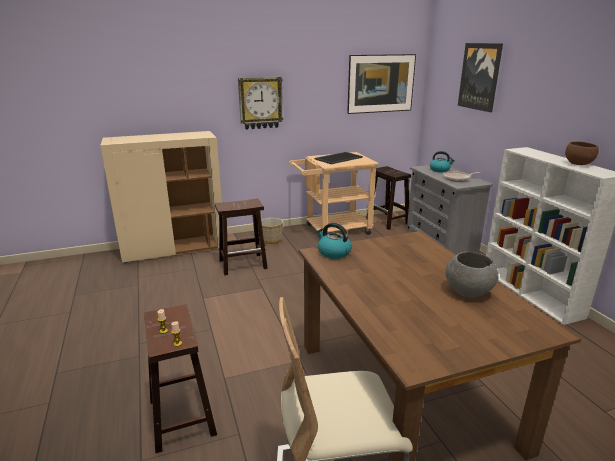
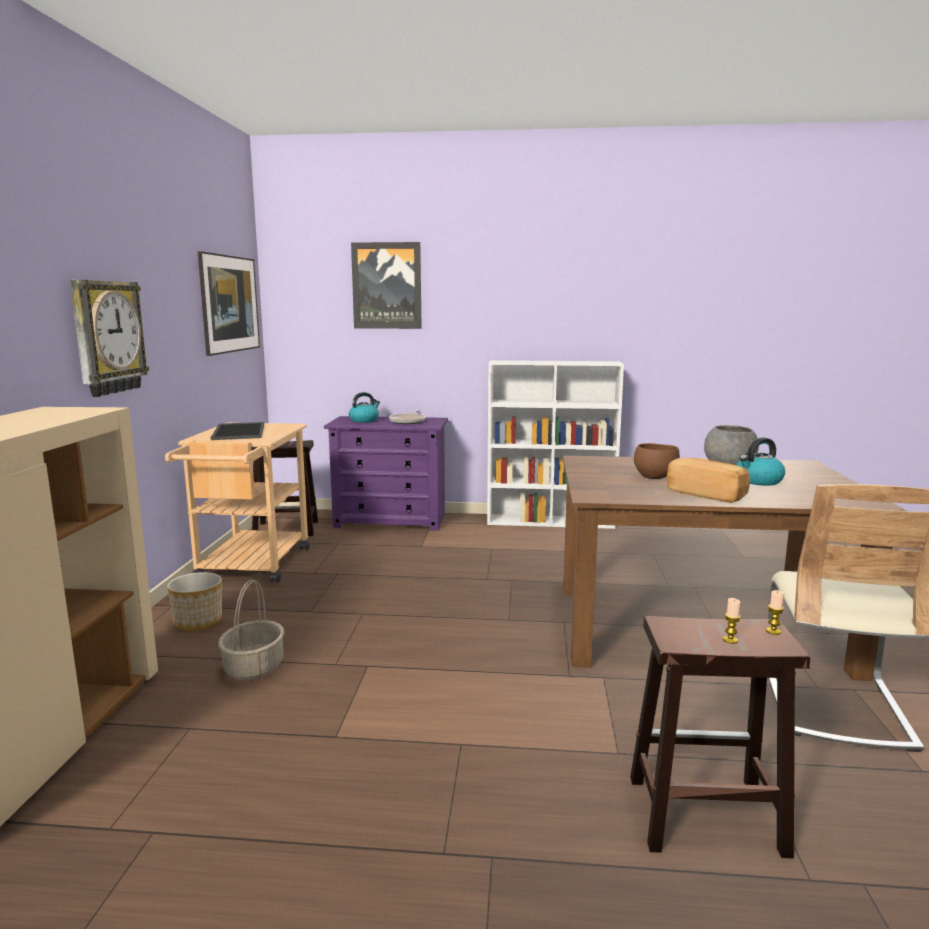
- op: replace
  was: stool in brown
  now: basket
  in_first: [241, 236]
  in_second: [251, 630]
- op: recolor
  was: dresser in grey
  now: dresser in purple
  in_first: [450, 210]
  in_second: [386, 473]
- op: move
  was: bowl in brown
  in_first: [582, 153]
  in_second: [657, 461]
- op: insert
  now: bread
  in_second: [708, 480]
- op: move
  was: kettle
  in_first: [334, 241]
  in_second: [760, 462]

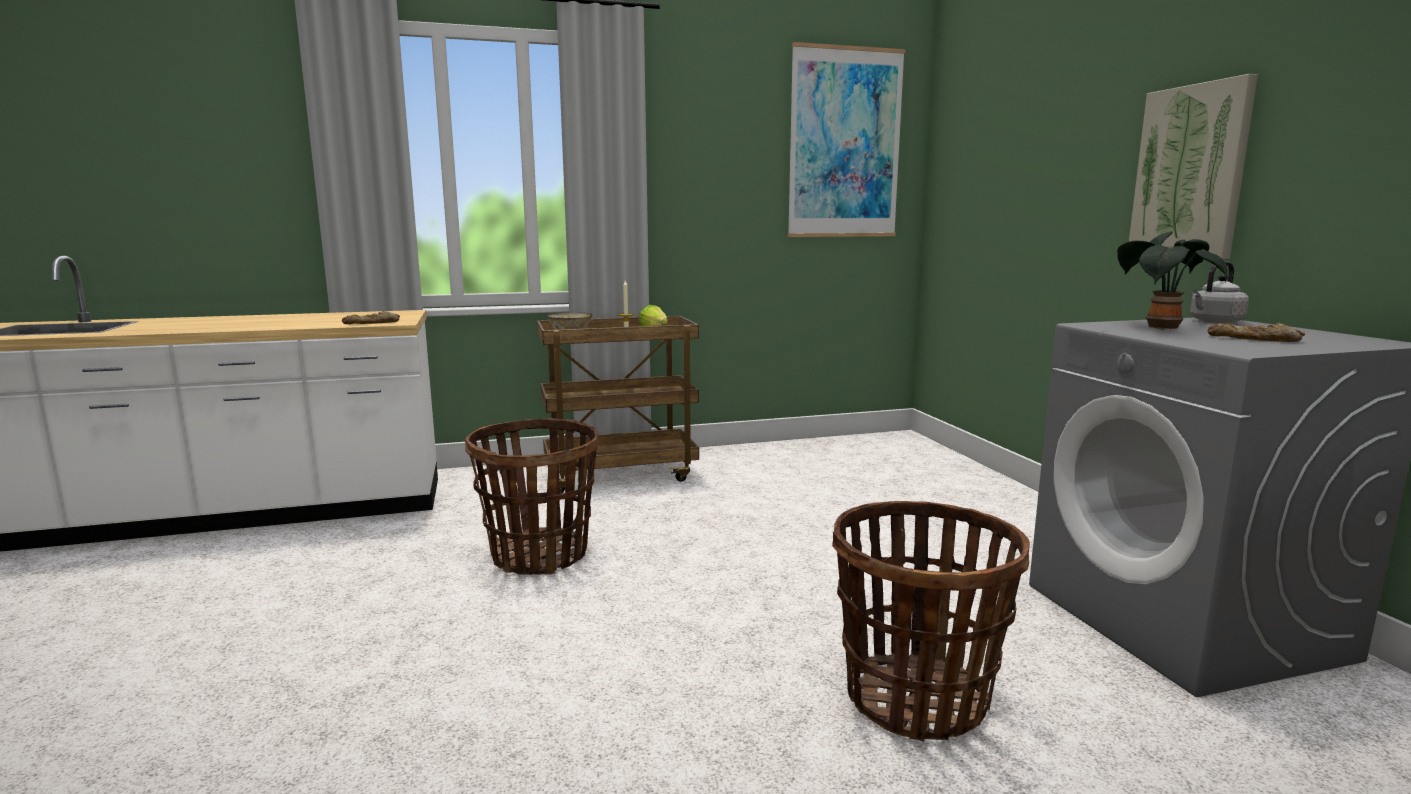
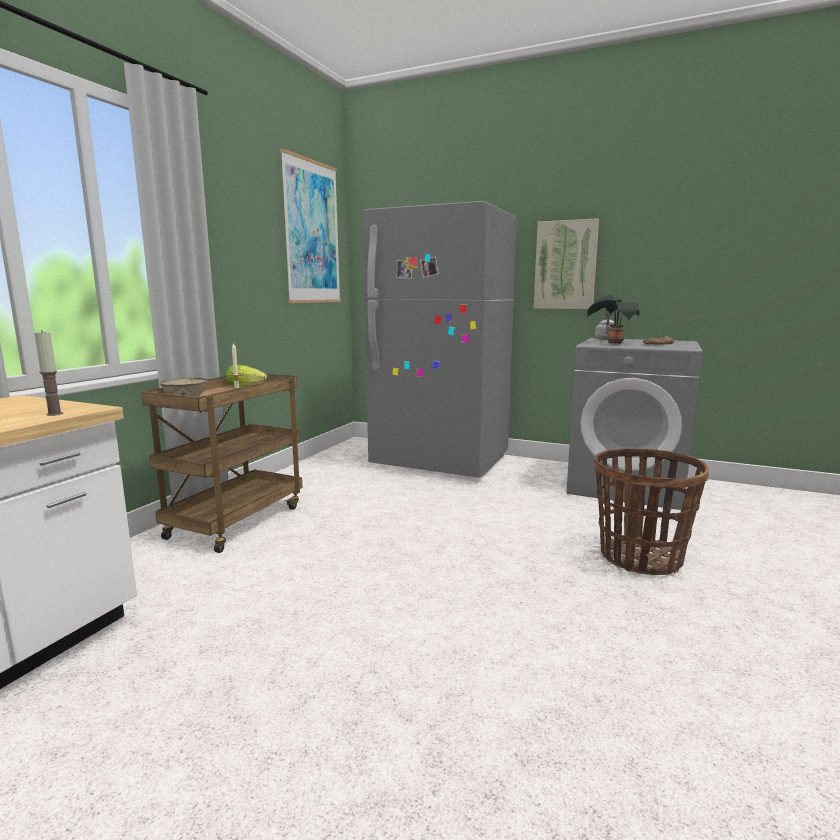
- op: replace
  was: bread
  now: candle
  in_first: [371, 317]
  in_second: [48, 373]
- op: insert
  now: fridge in grey
  in_second: [440, 339]
- op: delete
  was: basket
  in_first: [532, 496]

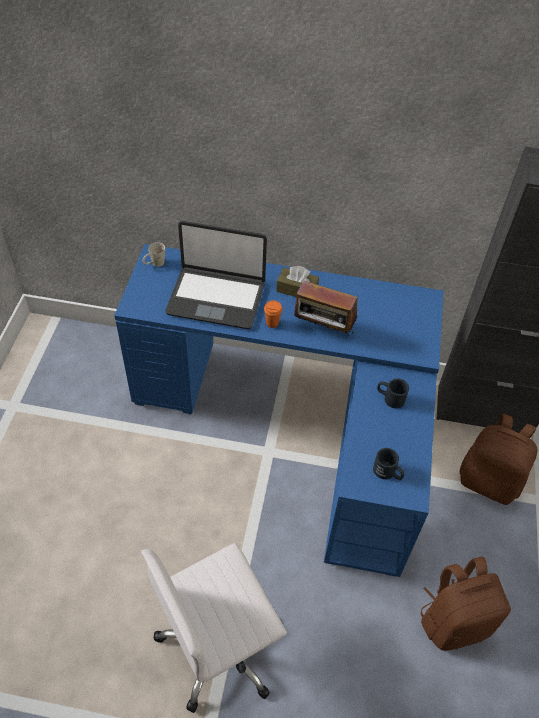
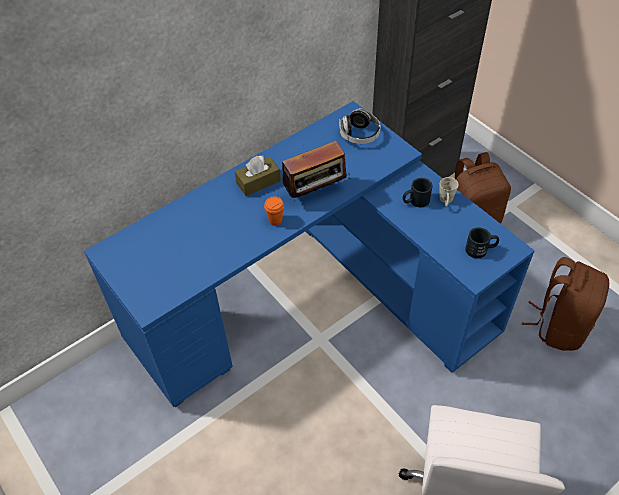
- op: insert
  now: headphones
  in_second: [359, 126]
- op: move
  was: mug in white
  in_first: [153, 254]
  in_second: [449, 192]
- op: delete
  was: laptop
  in_first: [216, 275]

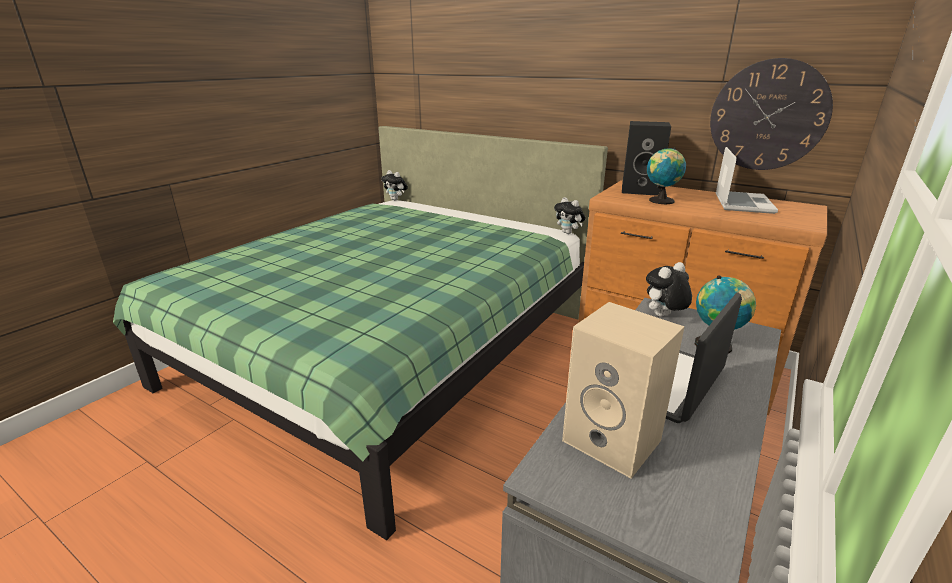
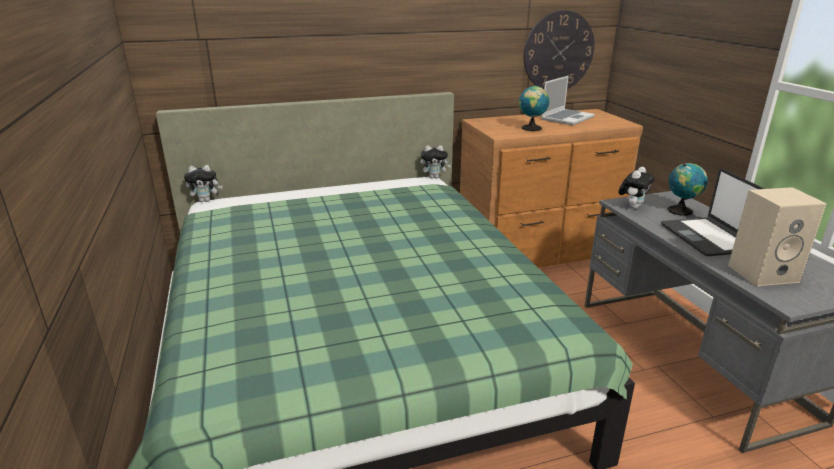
- op: rotate
  was: laptop
  in_first: [746, 180]
  in_second: [568, 100]
  clockwise: 75
- op: rotate
  was: plush toy
  in_first: [669, 289]
  in_second: [636, 188]
  clockwise: -150
- op: delete
  was: speaker in black
  in_first: [646, 158]

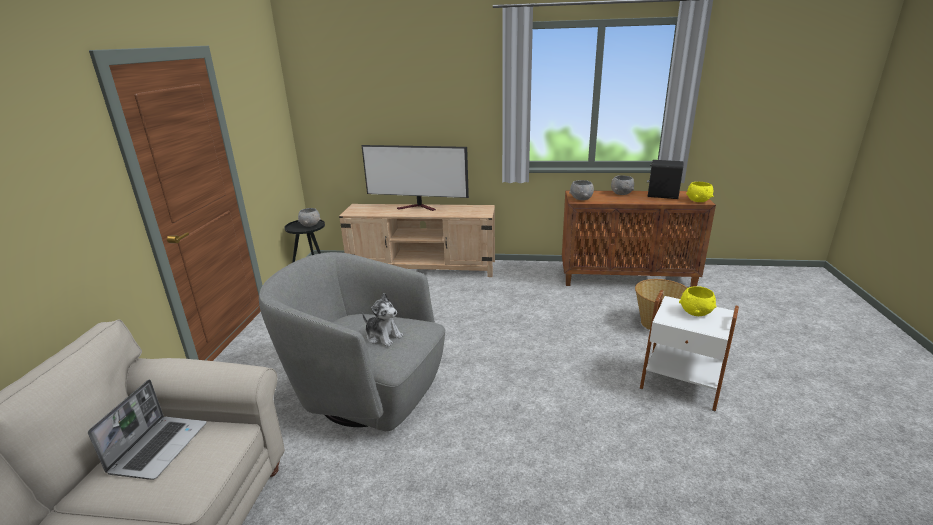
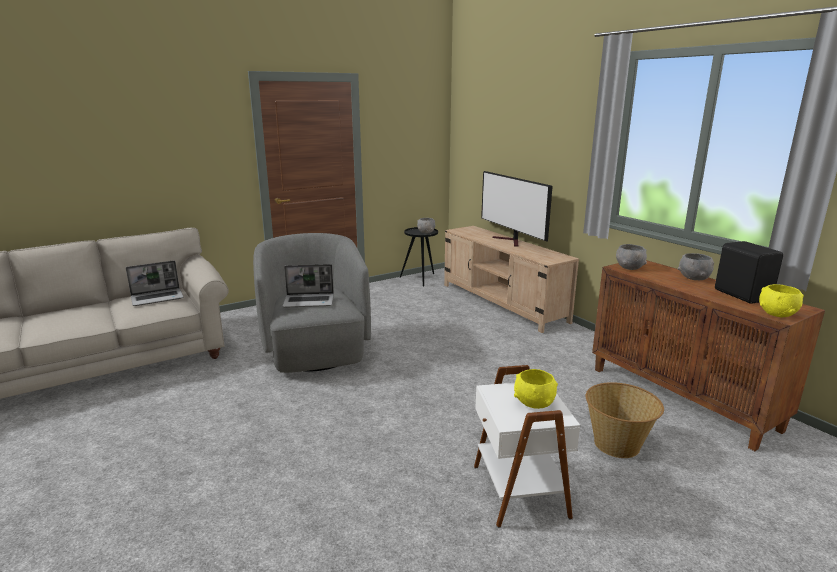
- op: replace
  was: plush toy
  now: laptop
  in_first: [382, 320]
  in_second: [308, 286]

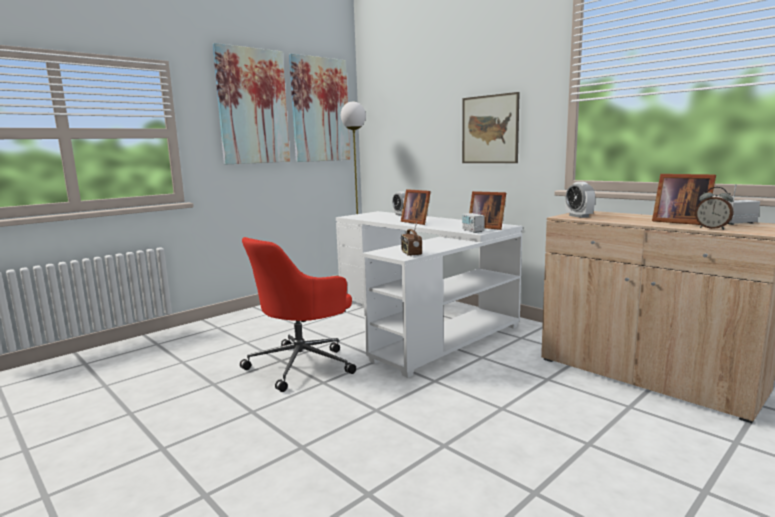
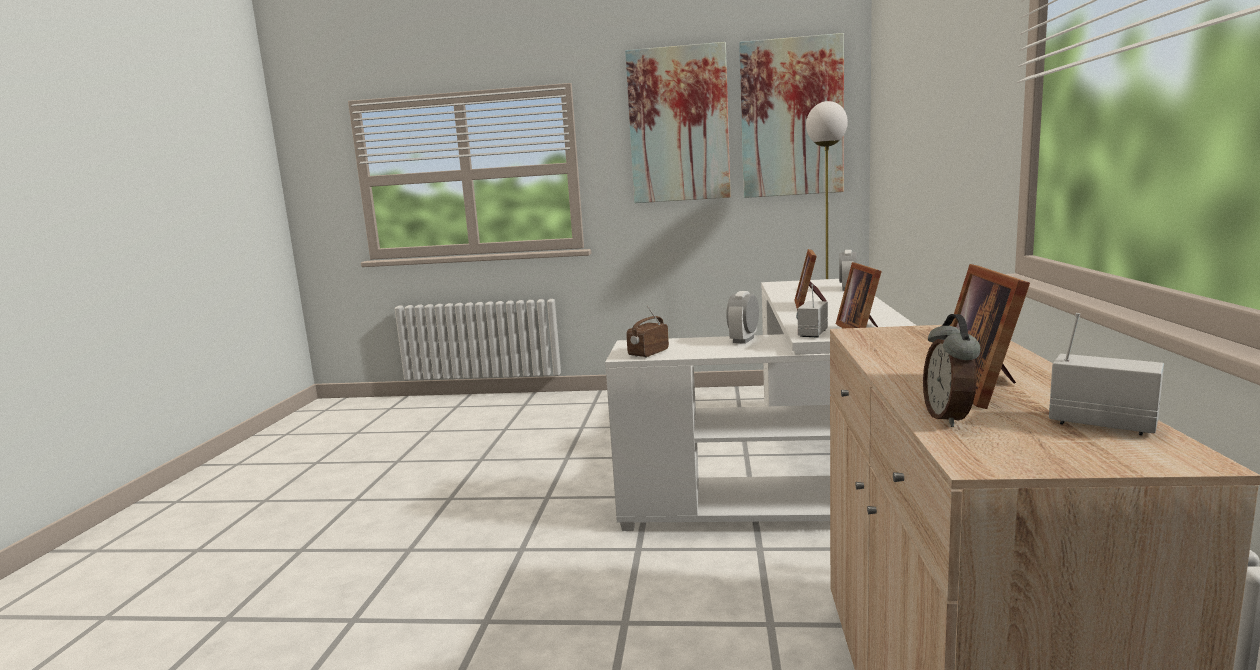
- op: move
  was: alarm clock
  in_first: [580, 200]
  in_second: [742, 317]
- op: delete
  was: office chair in red
  in_first: [298, 314]
- op: delete
  was: picture
  in_first: [491, 127]

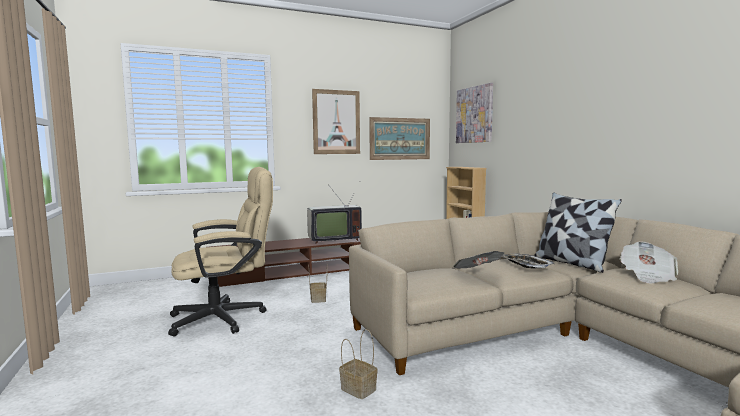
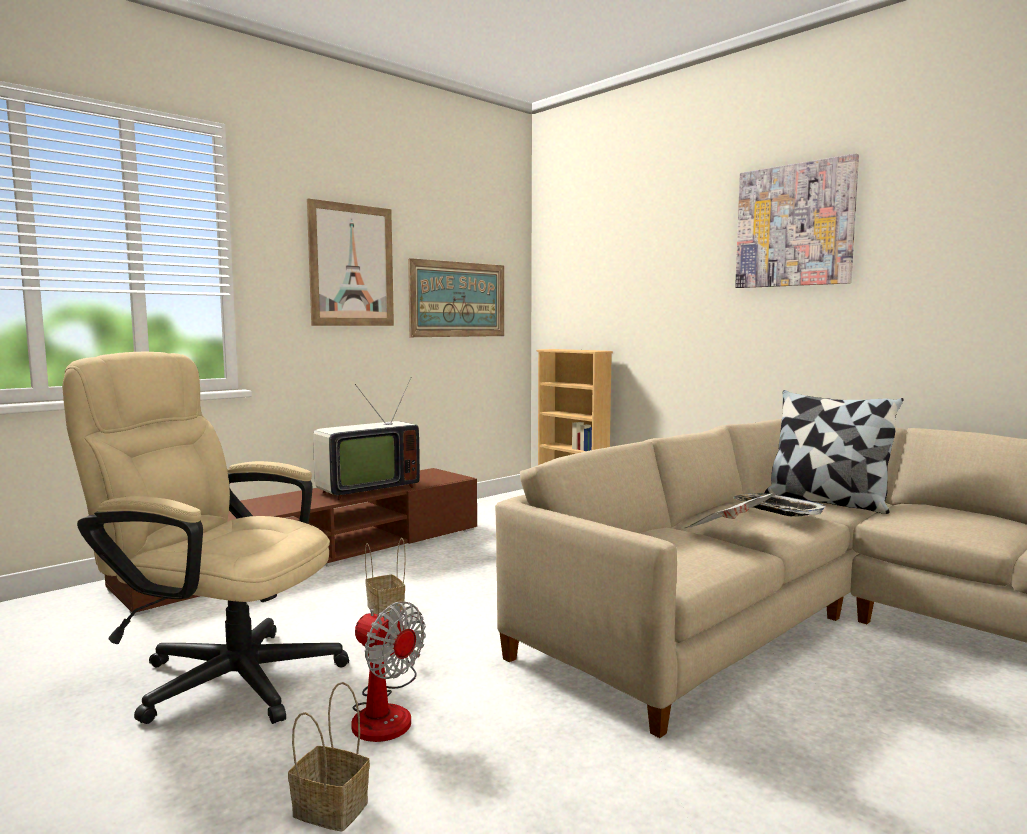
- op: rotate
  was: office chair in beige
  in_first: [220, 252]
  in_second: [205, 538]
  clockwise: -120
- op: move
  was: basket
  in_first: [358, 364]
  in_second: [329, 757]
- op: insert
  now: fan
  in_second: [388, 672]
- op: move
  was: picture
  in_first: [474, 113]
  in_second: [797, 220]
- op: delete
  was: newspaper
  in_first: [649, 262]

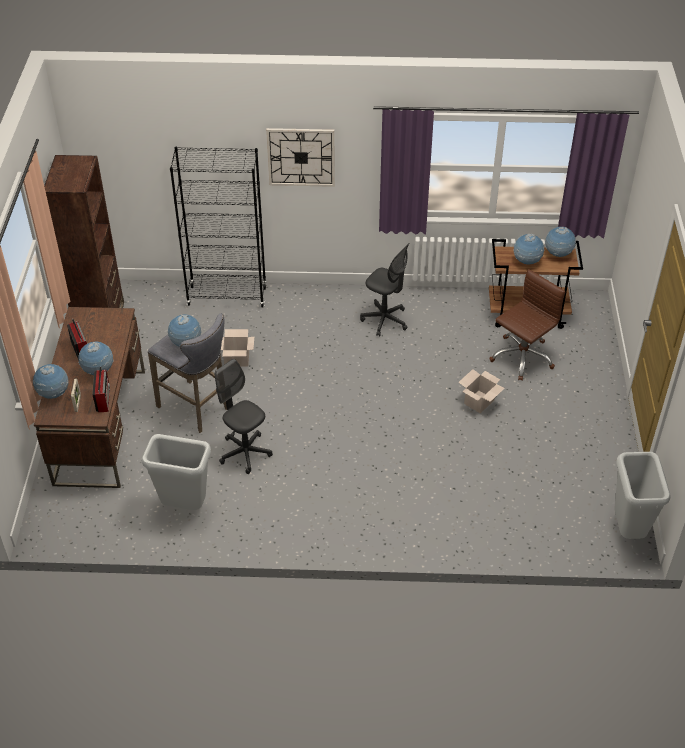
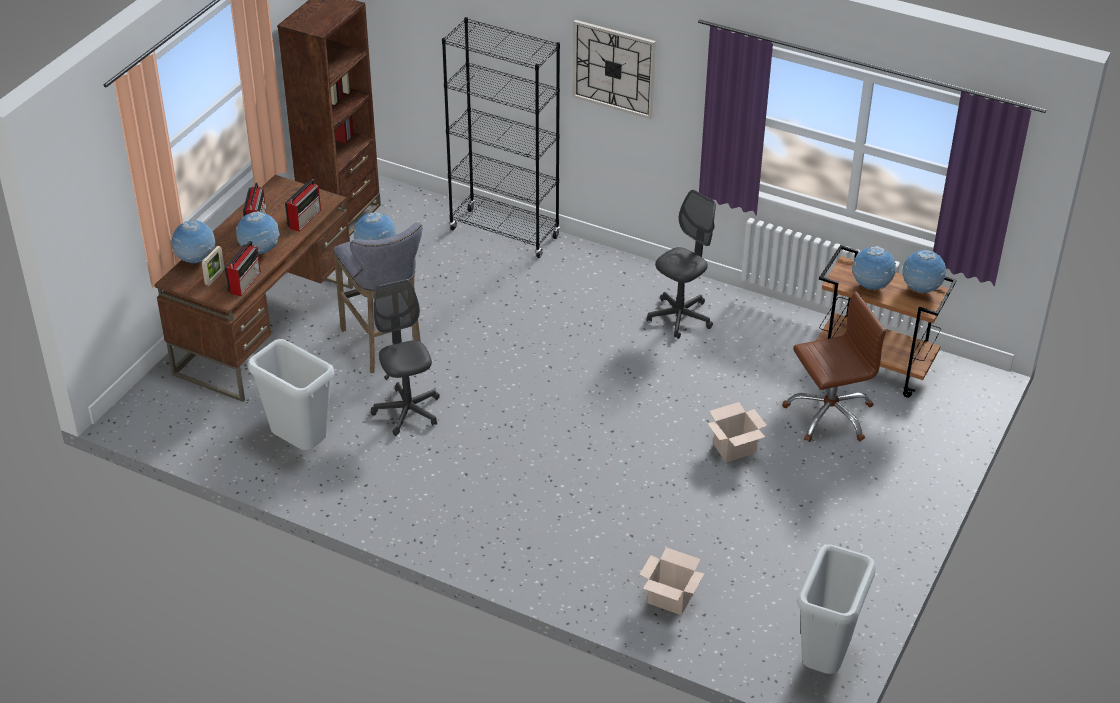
- op: insert
  now: radio
  in_second: [303, 205]
- op: move
  was: cardboard box
  in_first: [237, 347]
  in_second: [671, 581]
- op: rotate
  was: office chair in grey
  in_first: [384, 289]
  in_second: [681, 264]
  clockwise: -105

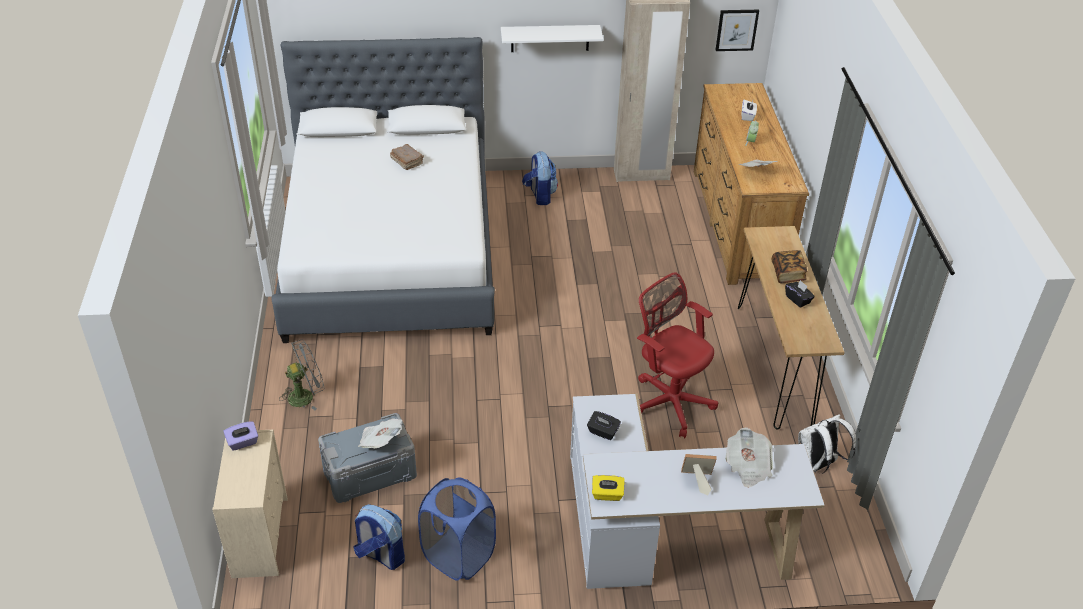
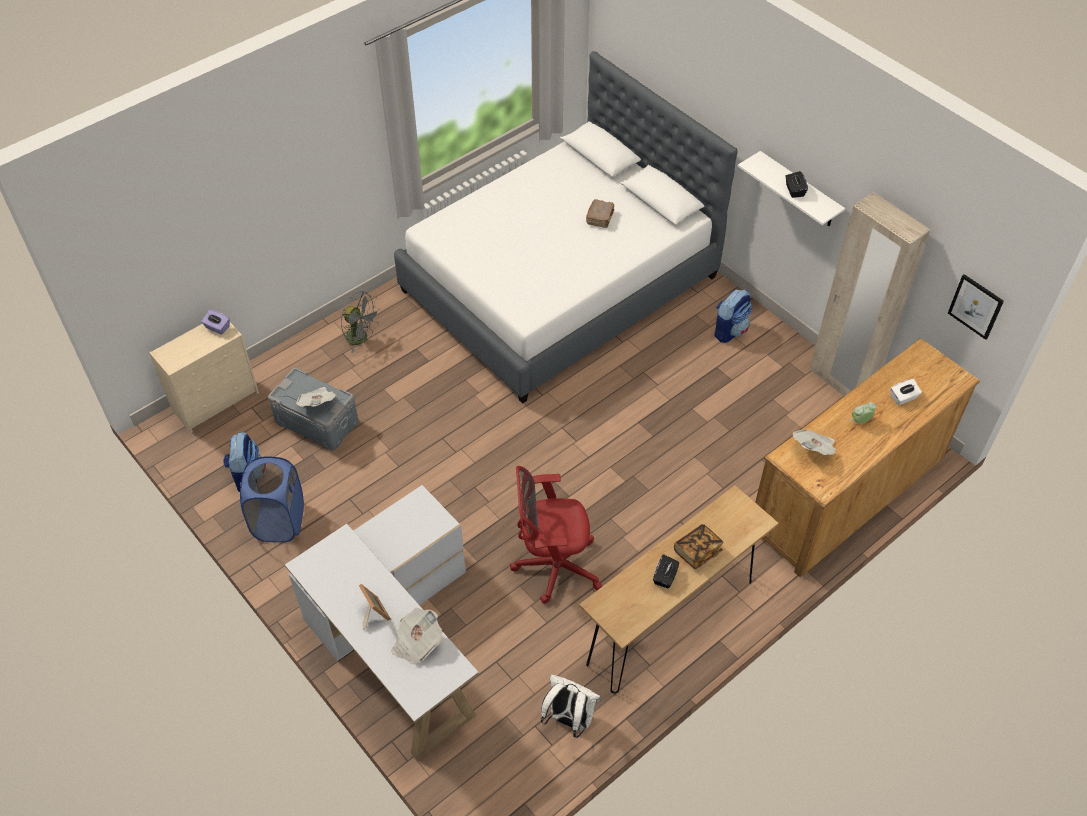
- op: rotate
  was: office chair in red
  in_first: [677, 355]
  in_second: [556, 535]
  clockwise: -105
- op: move
  was: tissue box in black
  in_first: [604, 425]
  in_second: [796, 184]
- op: delete
  was: tissue box in yellow
  in_first: [608, 488]

